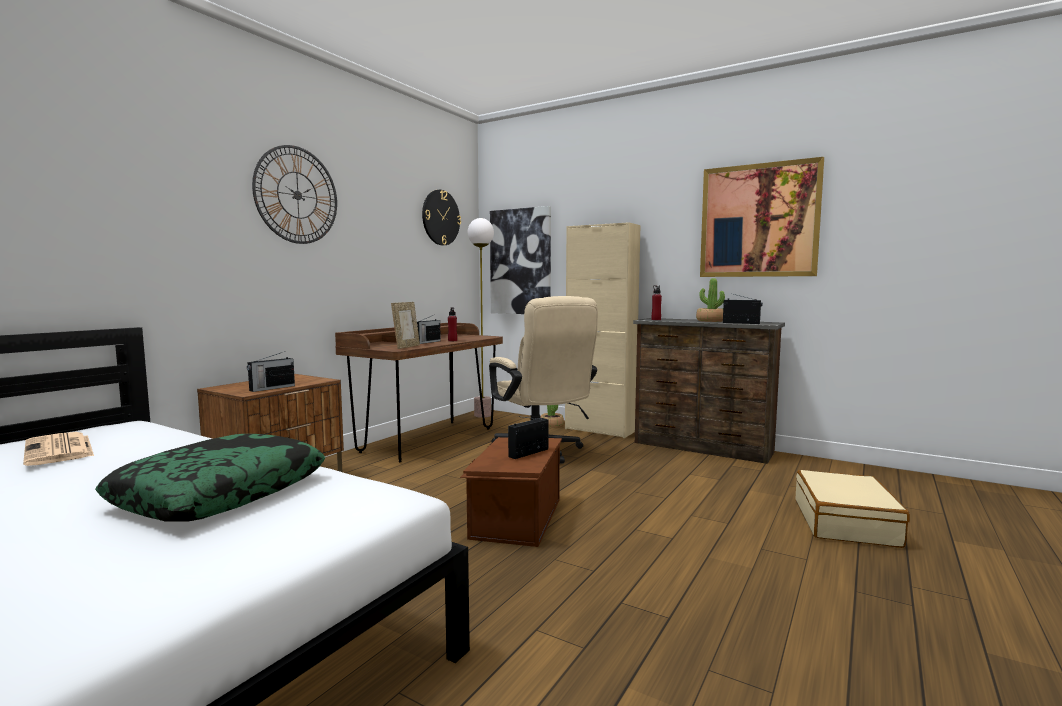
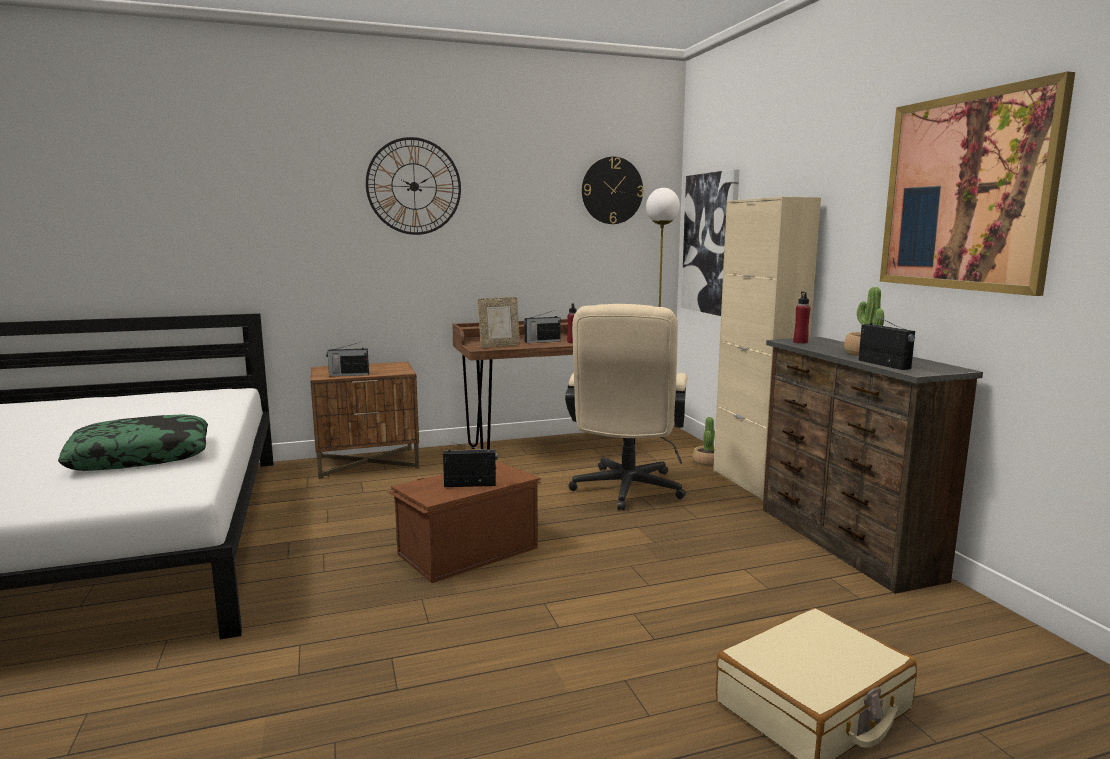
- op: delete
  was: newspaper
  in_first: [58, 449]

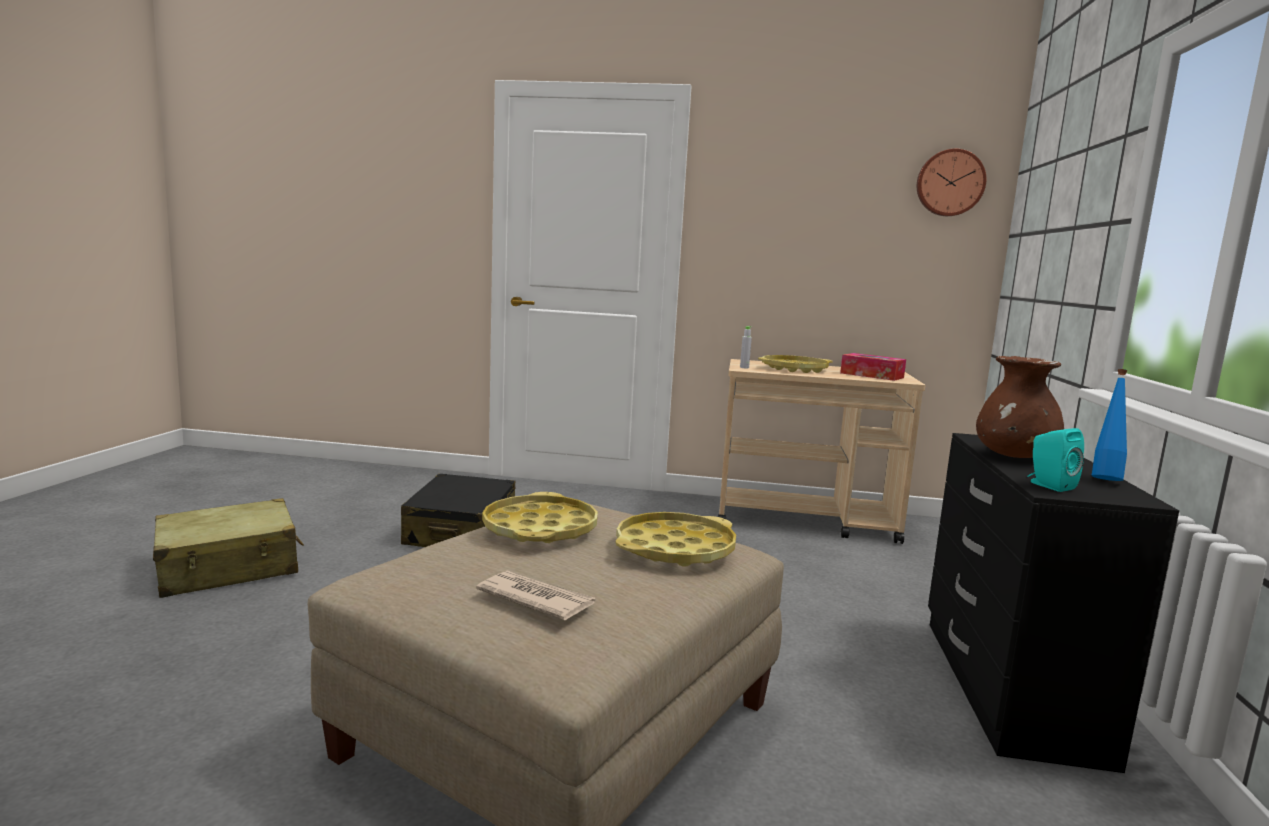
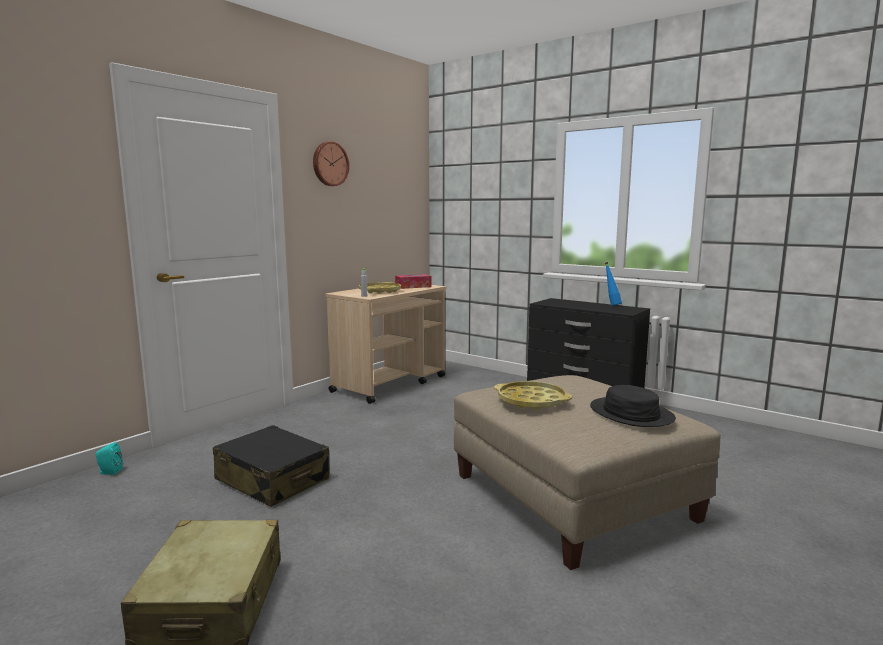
- op: move
  was: speaker in turquoise
  in_first: [1056, 460]
  in_second: [109, 458]
- op: move
  was: wall clock
  in_first: [951, 182]
  in_second: [331, 163]
- op: replace
  was: newspaper
  now: hat in black
  in_first: [535, 595]
  in_second: [633, 406]
- op: delete
  was: tray in yellow
  in_first: [676, 539]
- op: delete
  was: vase in brown
  in_first: [1020, 407]

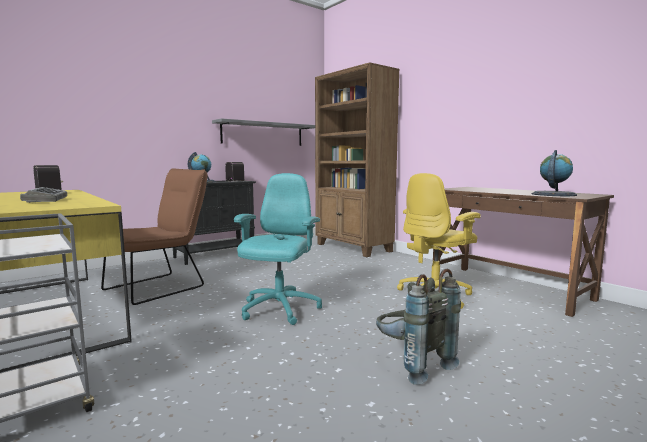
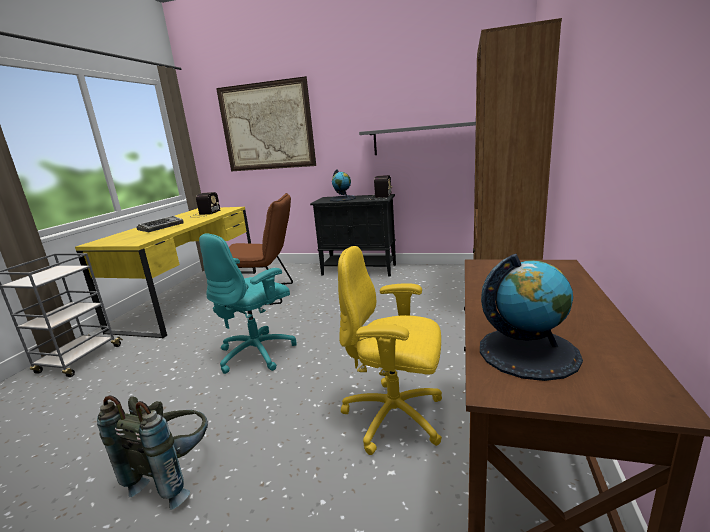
- op: rotate
  was: office chair in turquoise
  in_first: [278, 249]
  in_second: [248, 303]
  clockwise: 150
- op: insert
  now: picture
  in_second: [266, 124]

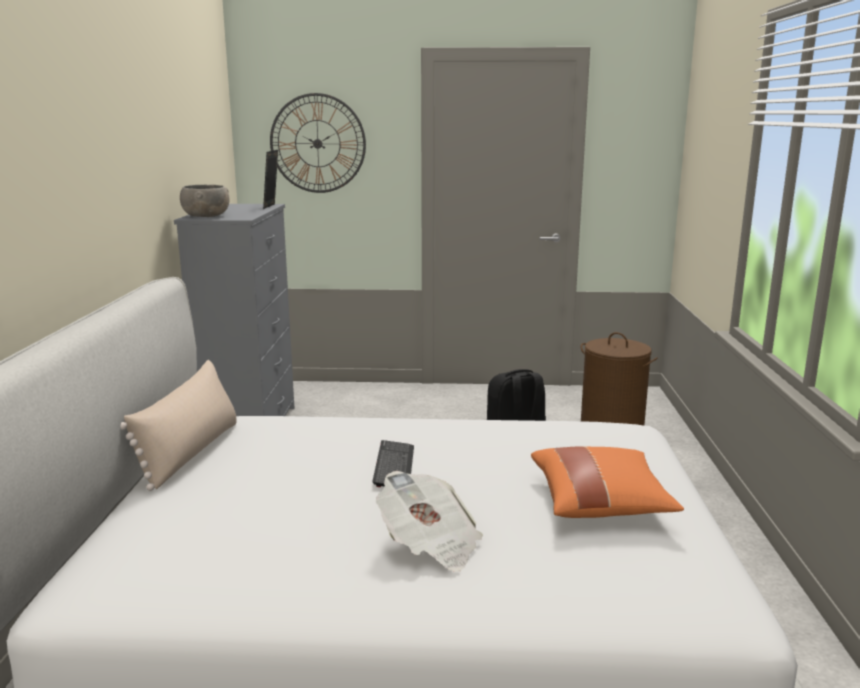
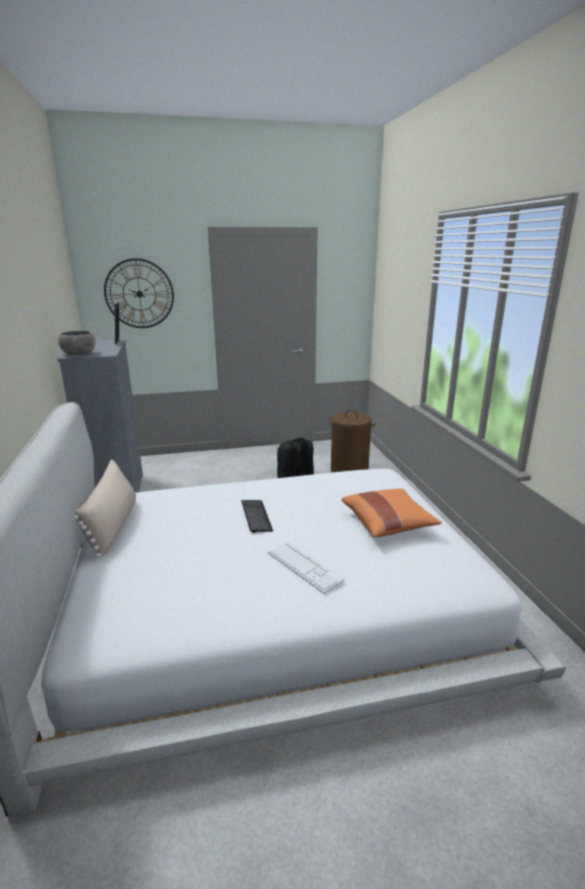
- op: replace
  was: newspaper
  now: keyboard
  in_first: [429, 521]
  in_second: [306, 567]

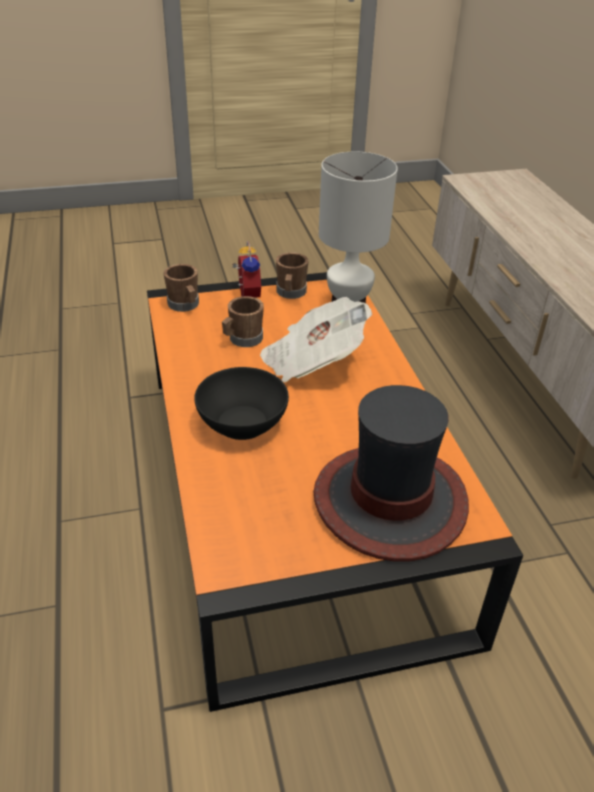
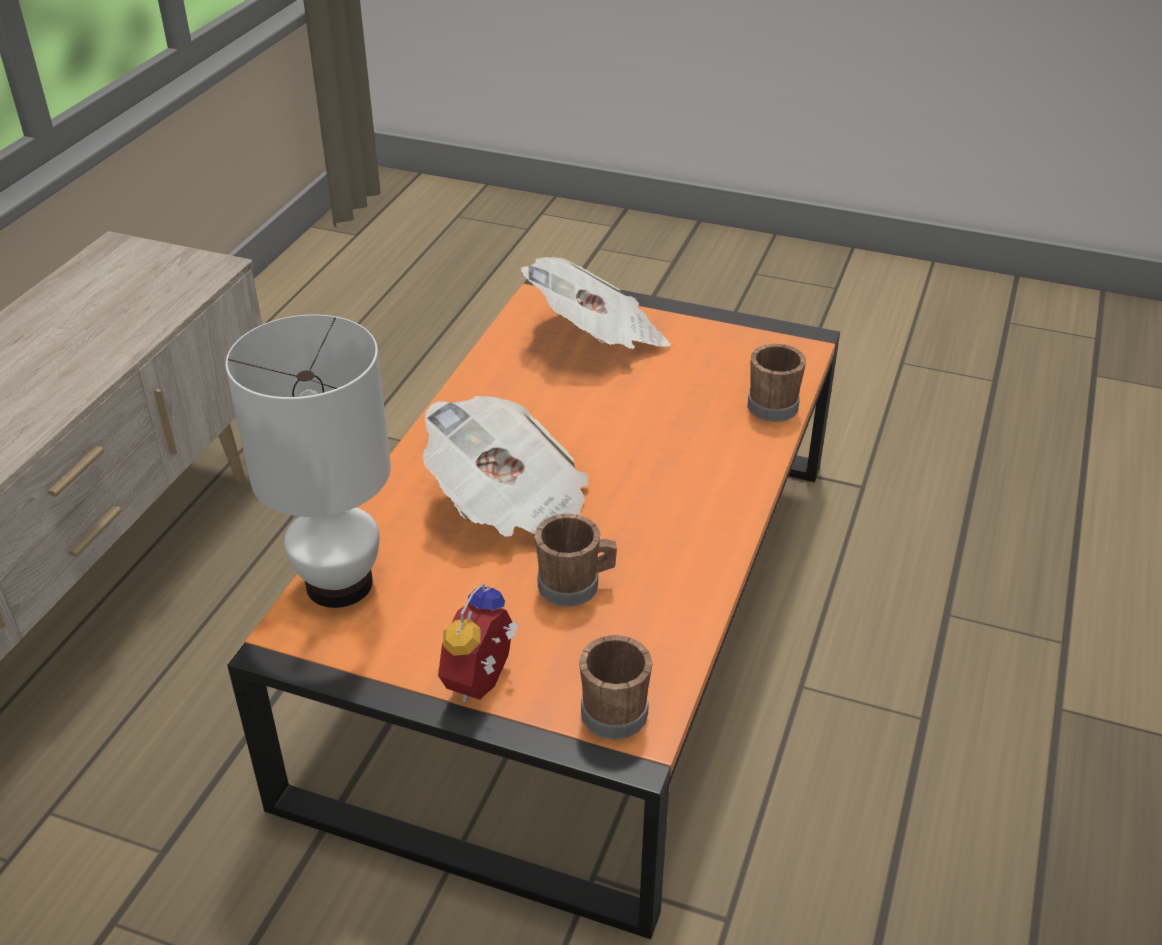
- op: replace
  was: hat
  now: newspaper
  in_first: [391, 473]
  in_second: [596, 303]
- op: move
  was: mug in brown
  in_first: [292, 275]
  in_second: [776, 383]
- op: delete
  was: bowl in black
  in_first: [241, 403]

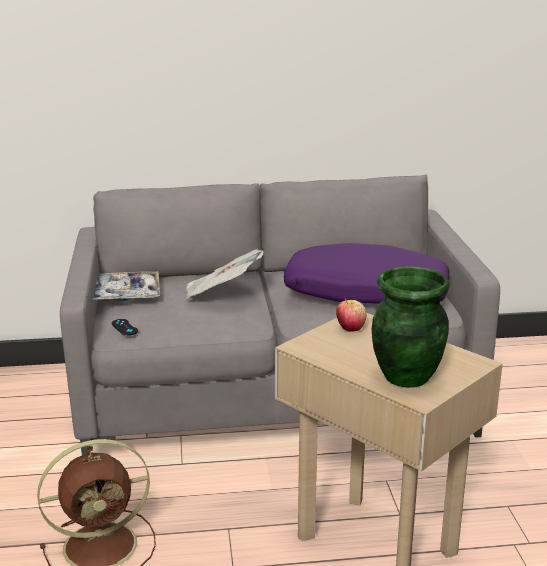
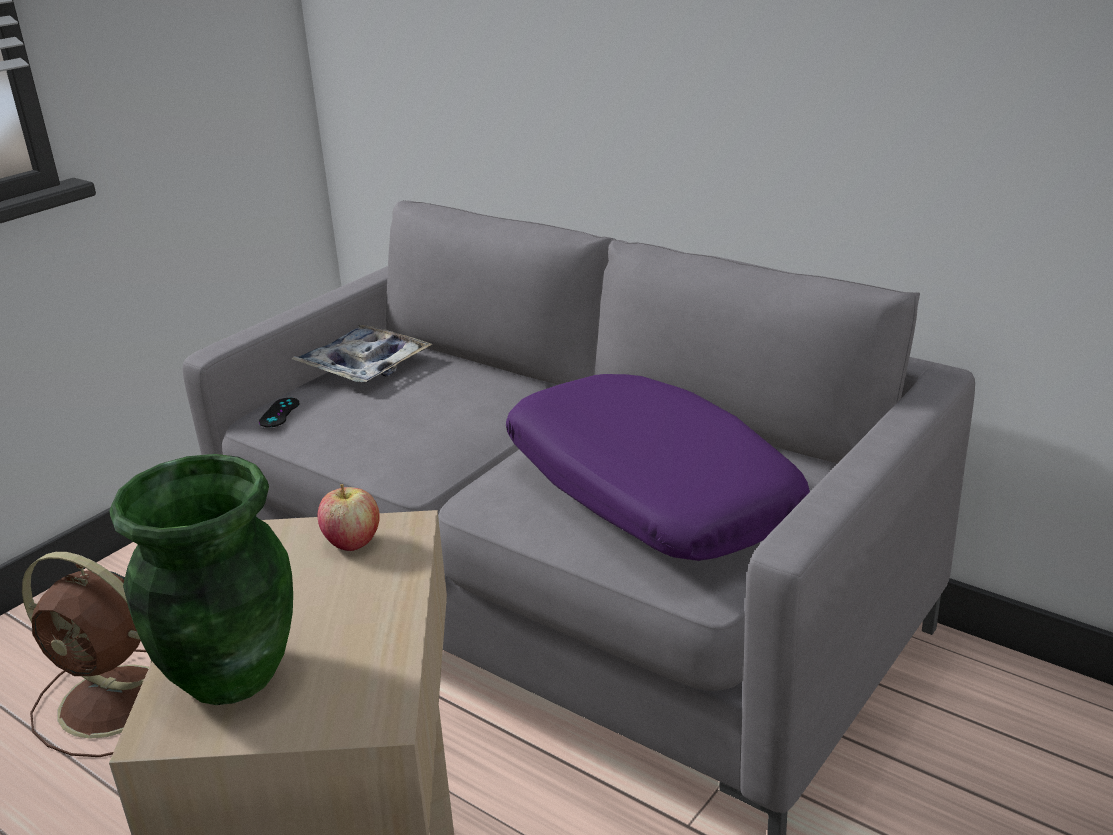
- op: delete
  was: newspaper
  in_first: [224, 274]

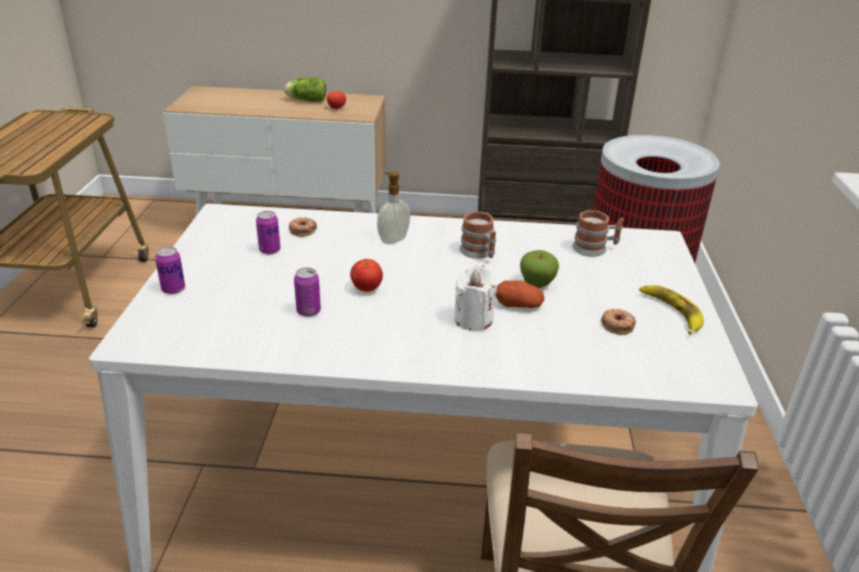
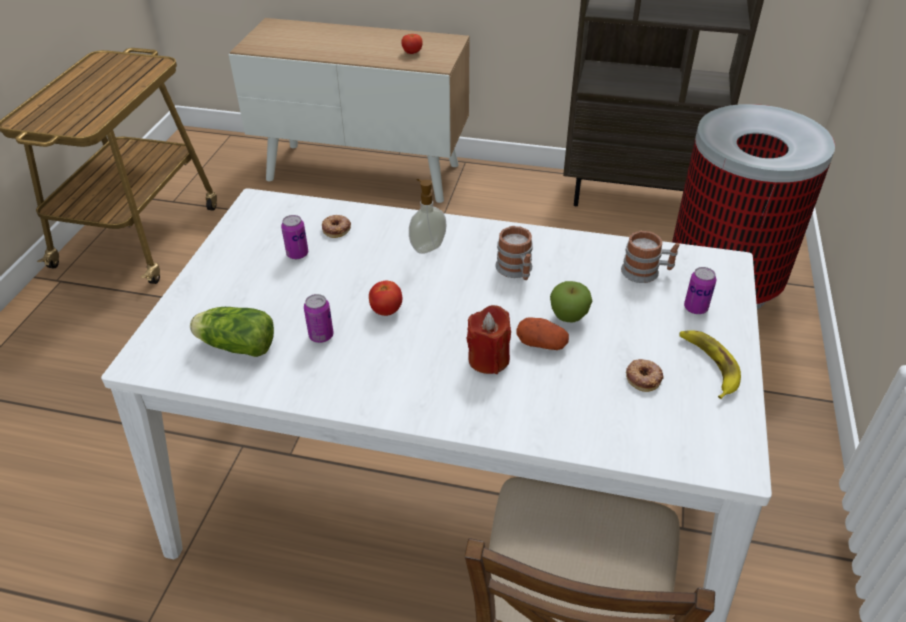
- op: move
  was: lettuce
  in_first: [305, 89]
  in_second: [232, 332]
- op: recolor
  was: candle in white
  now: candle in red
  in_first: [475, 298]
  in_second: [489, 339]
- op: move
  was: can
  in_first: [170, 270]
  in_second: [700, 290]

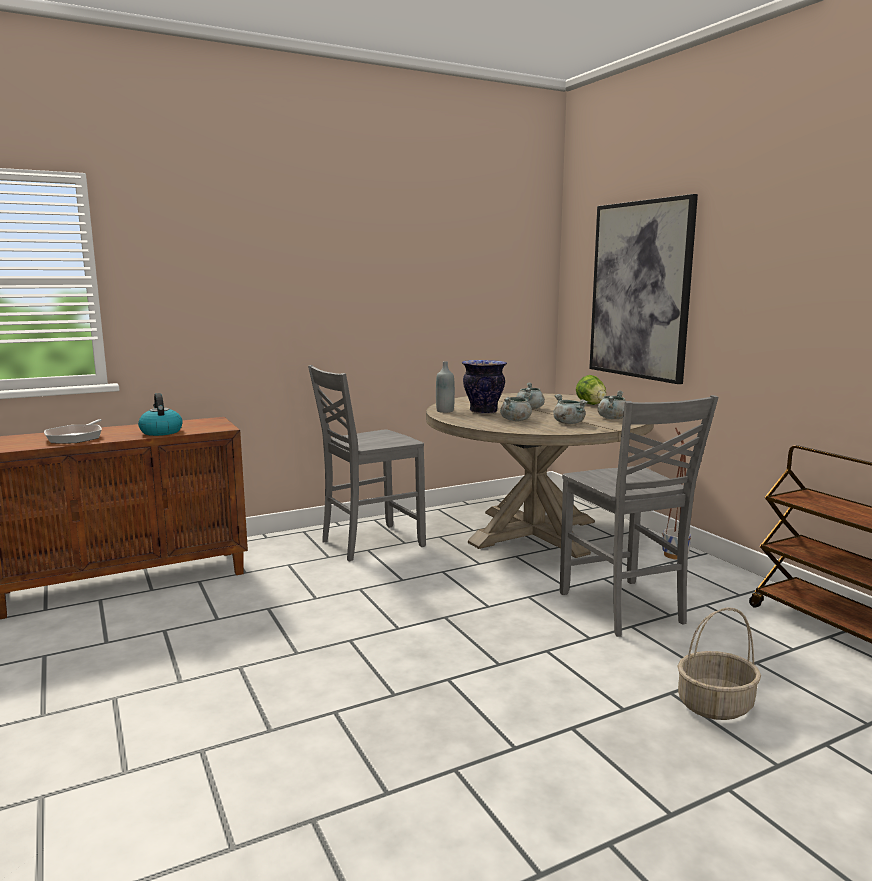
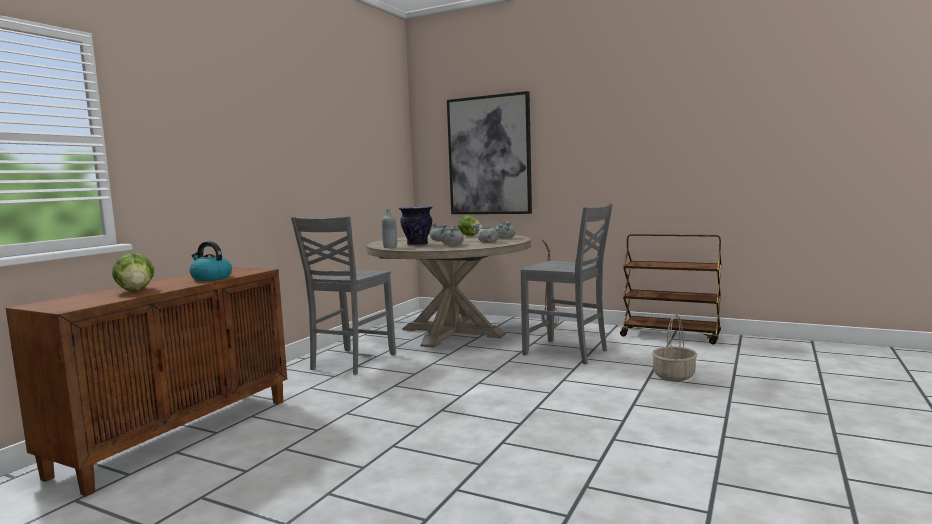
- op: replace
  was: frying pan
  now: lettuce
  in_first: [73, 431]
  in_second: [133, 272]

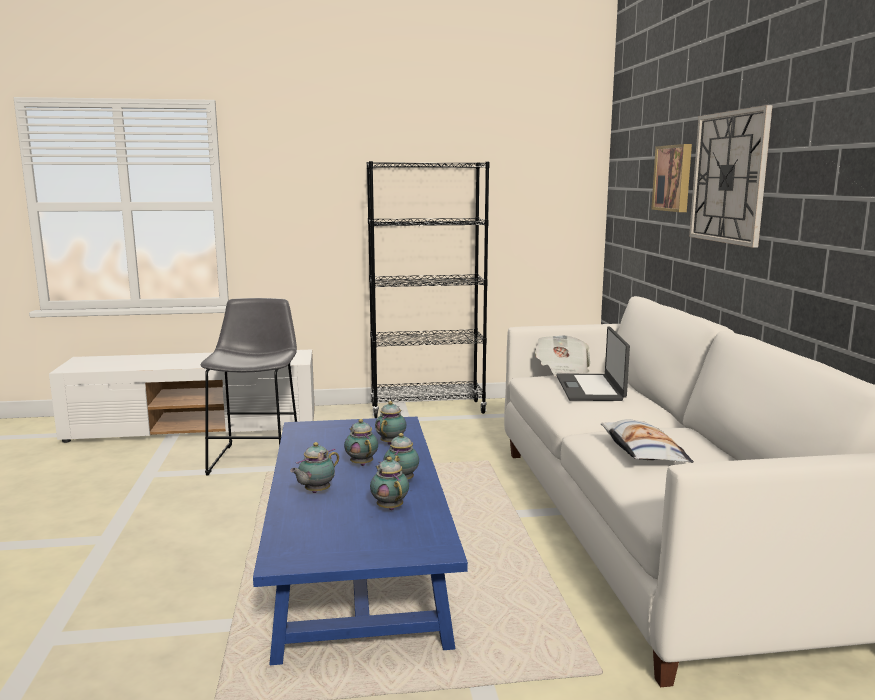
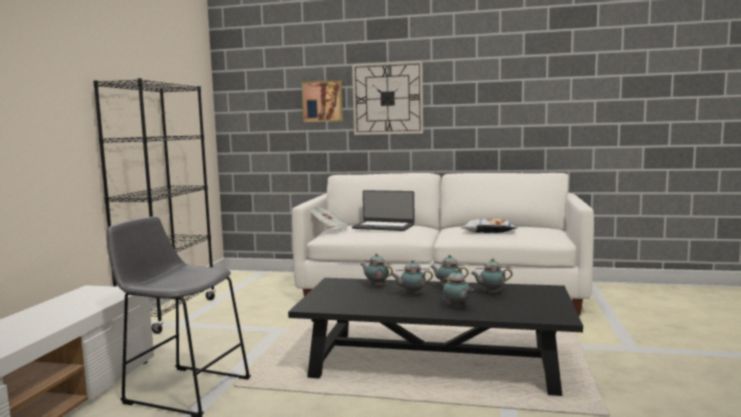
- op: recolor
  was: coffee table in blue
  now: coffee table in black
  in_first: [360, 541]
  in_second: [435, 337]

